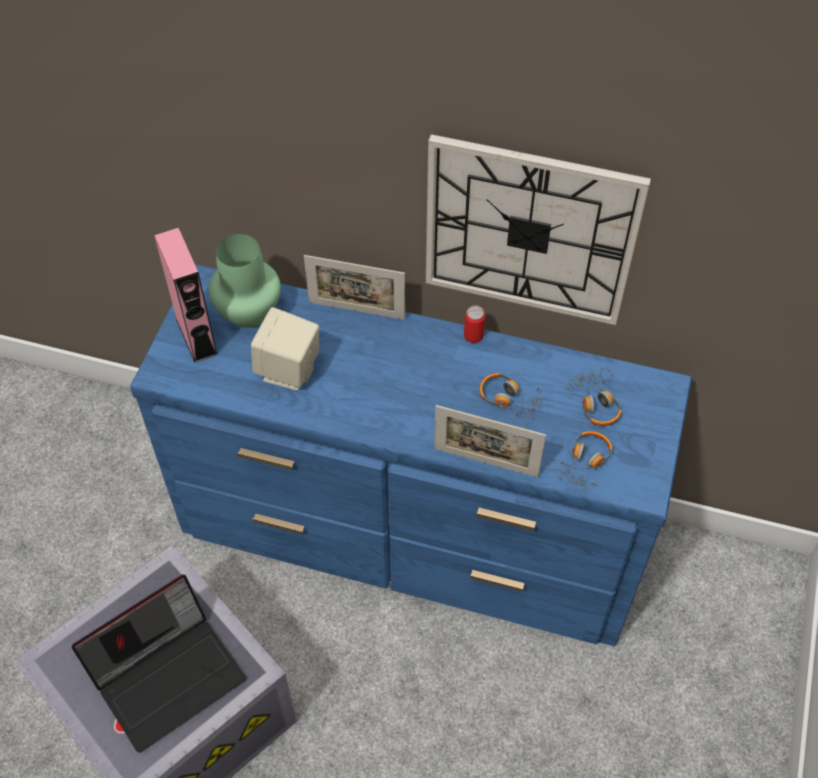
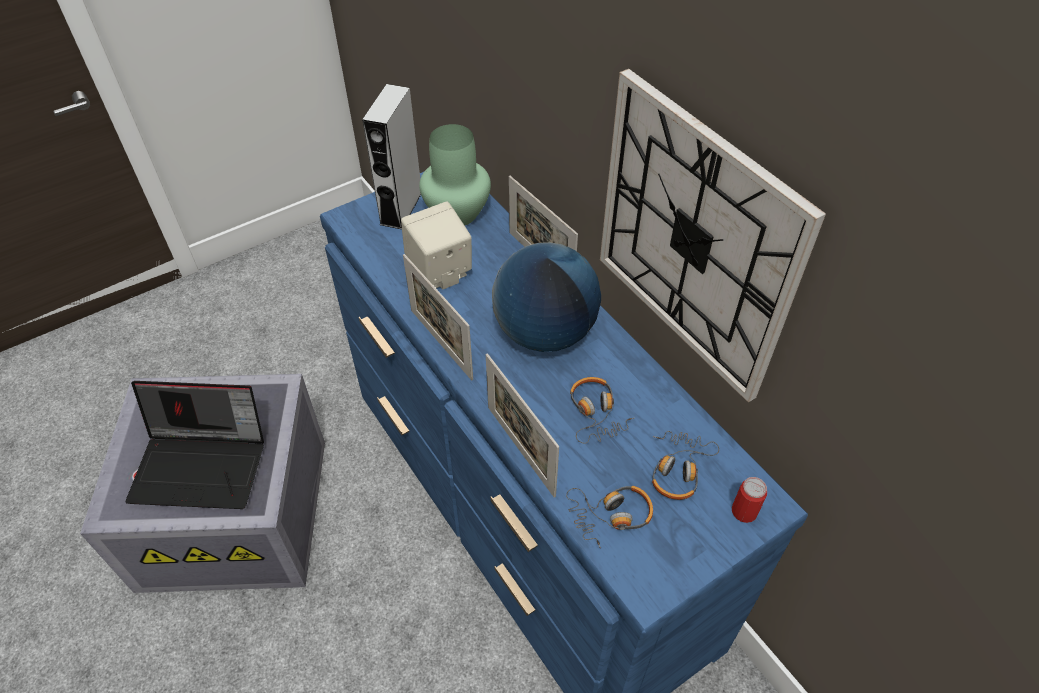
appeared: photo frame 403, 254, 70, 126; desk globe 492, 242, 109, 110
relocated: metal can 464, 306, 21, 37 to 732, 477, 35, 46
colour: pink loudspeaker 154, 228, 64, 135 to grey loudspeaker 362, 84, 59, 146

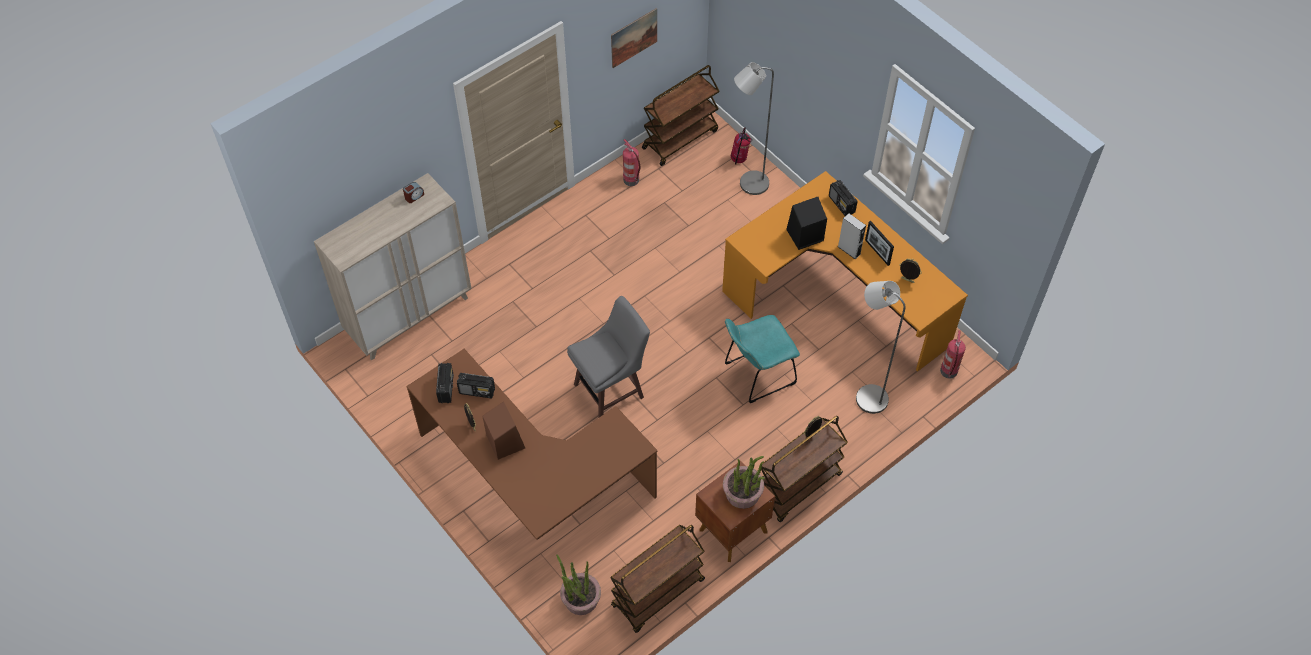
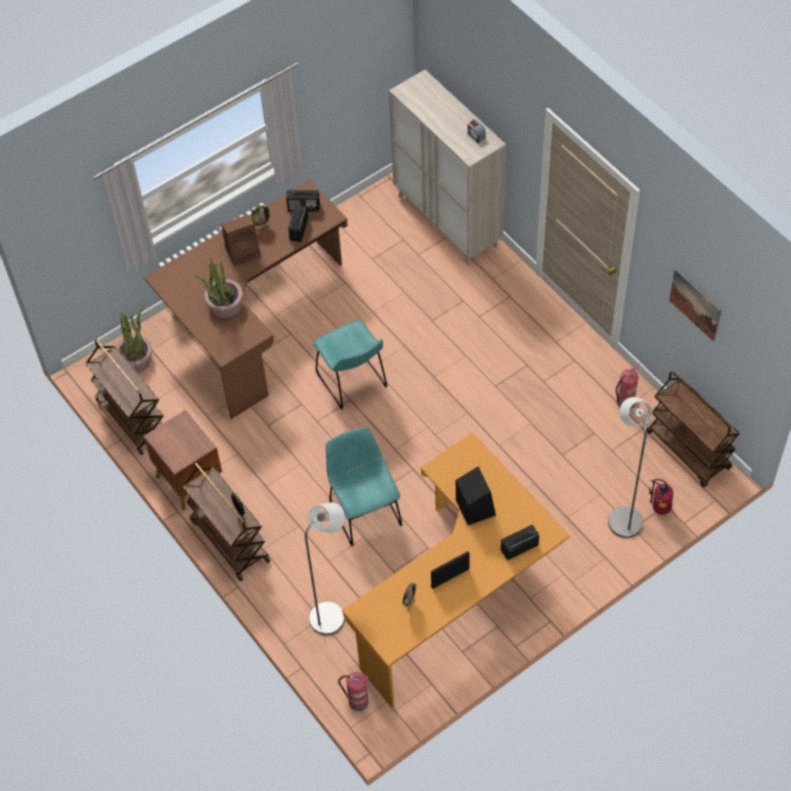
missing: grey loudspeaker 838, 213, 28, 46
relocated: potted plant 723, 456, 42, 53 to 195, 258, 48, 60
exchanged: grey stool 567, 296, 83, 121 to turquoise plain chair 313, 320, 74, 90

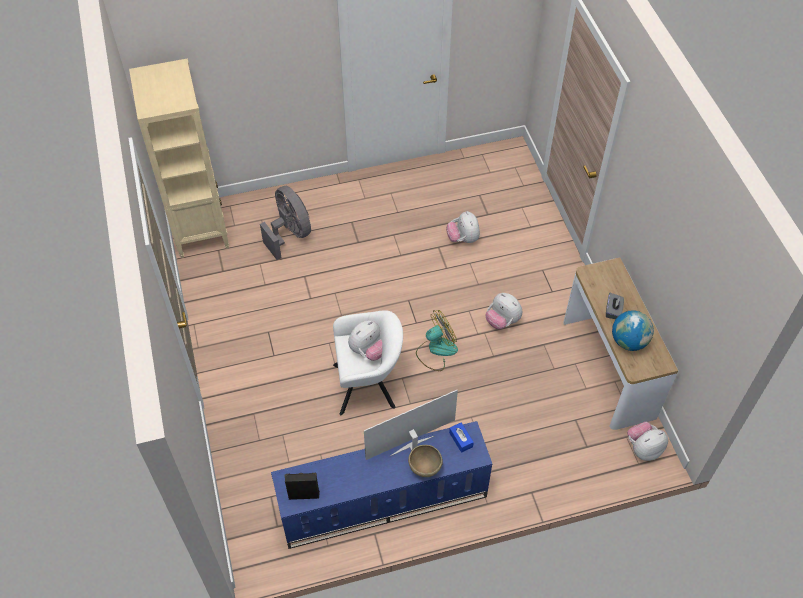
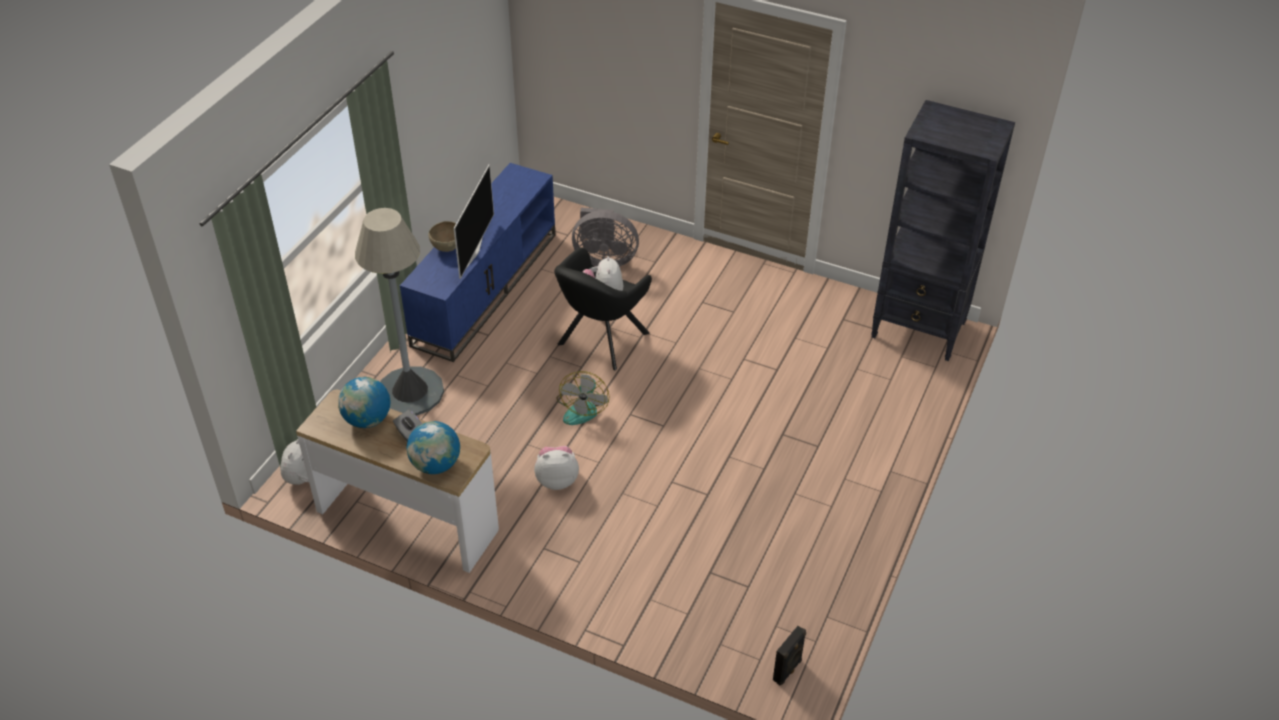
missing: plush toy 446, 211, 34, 32; bluish tissue holder 449, 423, 25, 30
appeared: grey standard lamp 355, 208, 89, 208; desk globe 407, 421, 53, 53
relocated: grey cooling fan 260, 186, 51, 74 to 572, 208, 67, 59; black loudspeaker 285, 473, 35, 27 to 773, 626, 33, 59
colour: whitish easy chair 333, 310, 70, 105 to black easy chair 554, 247, 98, 123; beige-coloured bookshelf 129, 58, 100, 200 to black bookshelf 871, 100, 144, 261

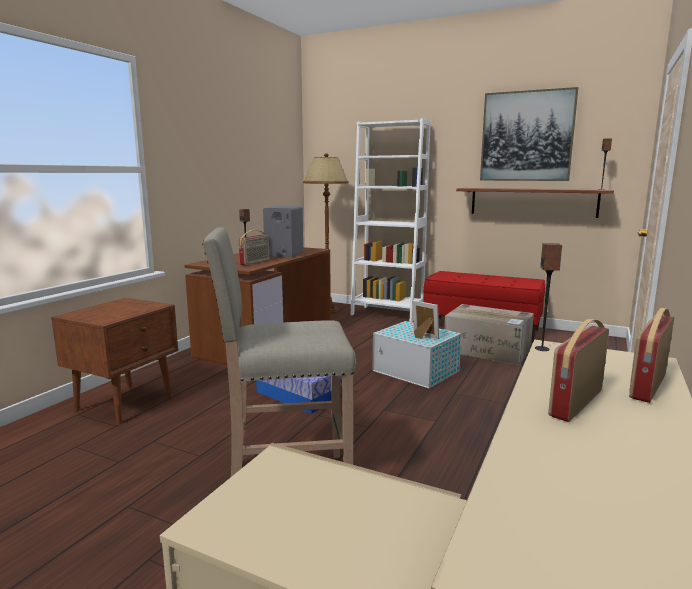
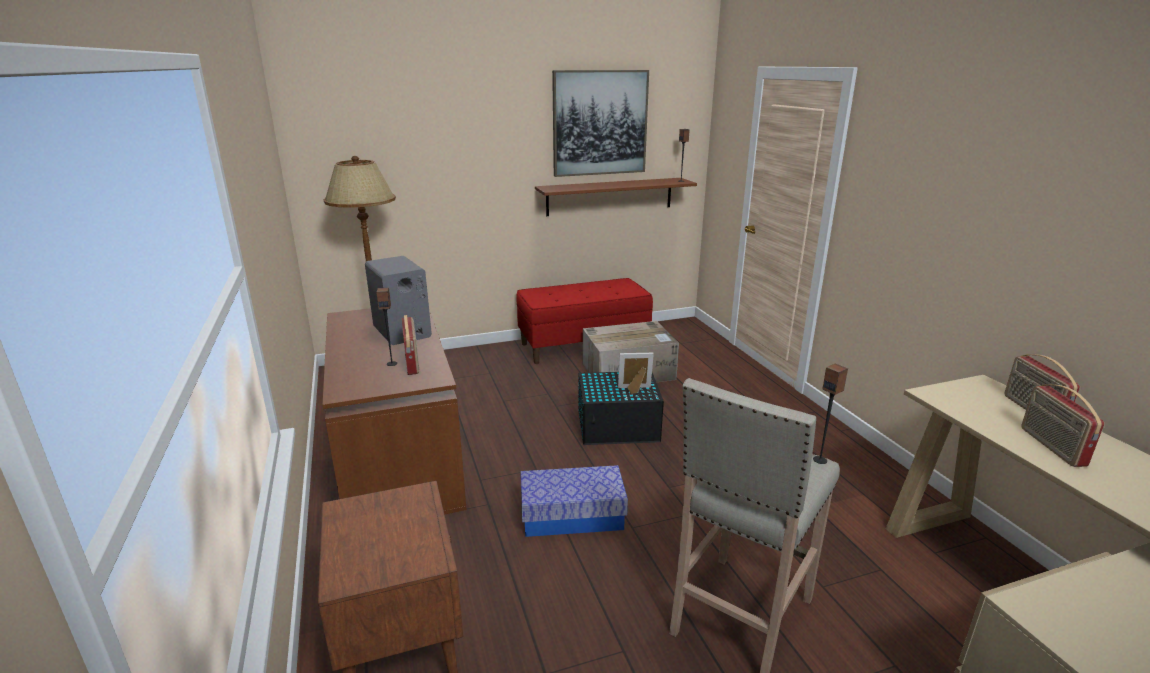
missing: whitish bookshelf 351, 118, 80, 204
relocated: loudspeaker 535, 243, 27, 108 to 813, 363, 35, 101
colour: whitish storage bin 373, 321, 88, 67 to black storage bin 578, 372, 86, 73

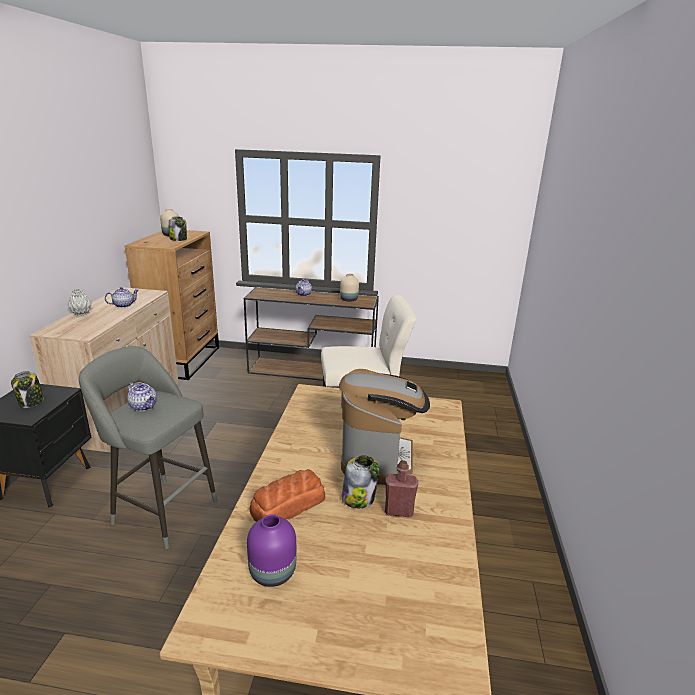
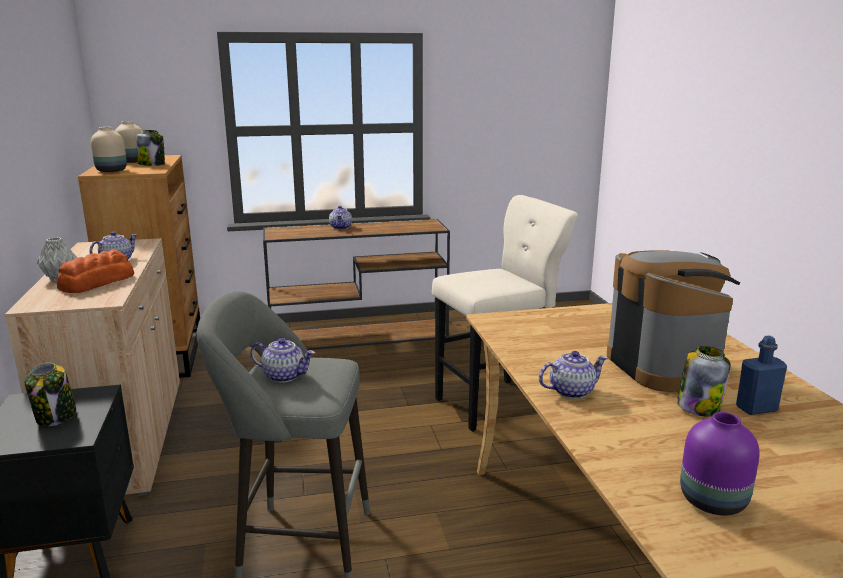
appeared: pot for tea 539, 351, 69, 48
relocated: baked bread 249, 469, 76, 53 to 57, 250, 77, 43; beige-coloured flower vase 340, 274, 19, 28 to 91, 127, 36, 45
colour: red-coloured drink bottle 385, 460, 33, 57 to bluish drink bottle 736, 336, 51, 79

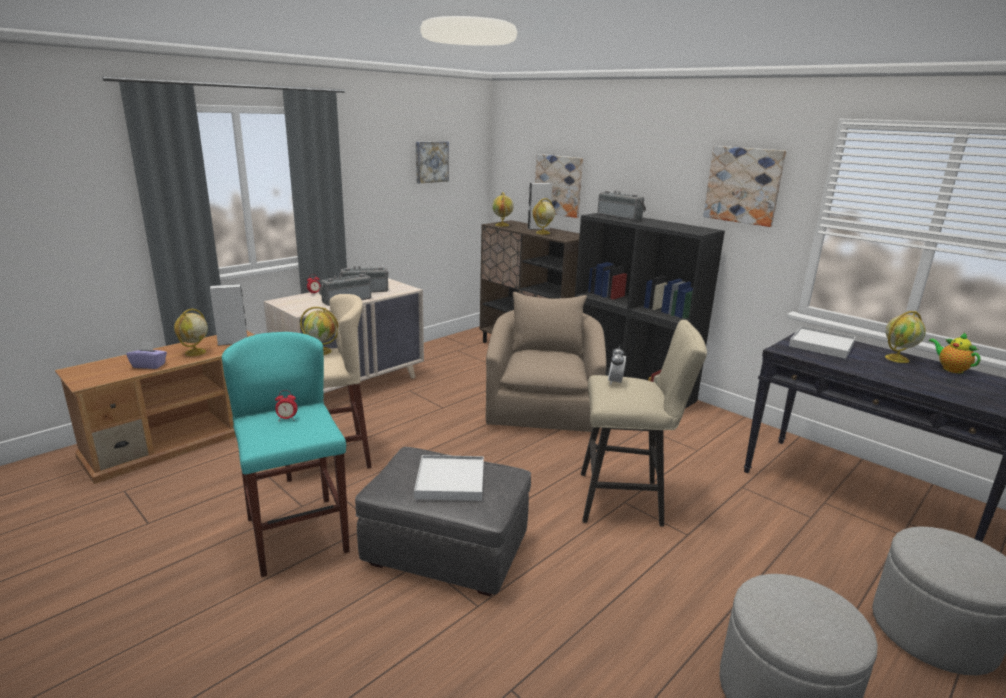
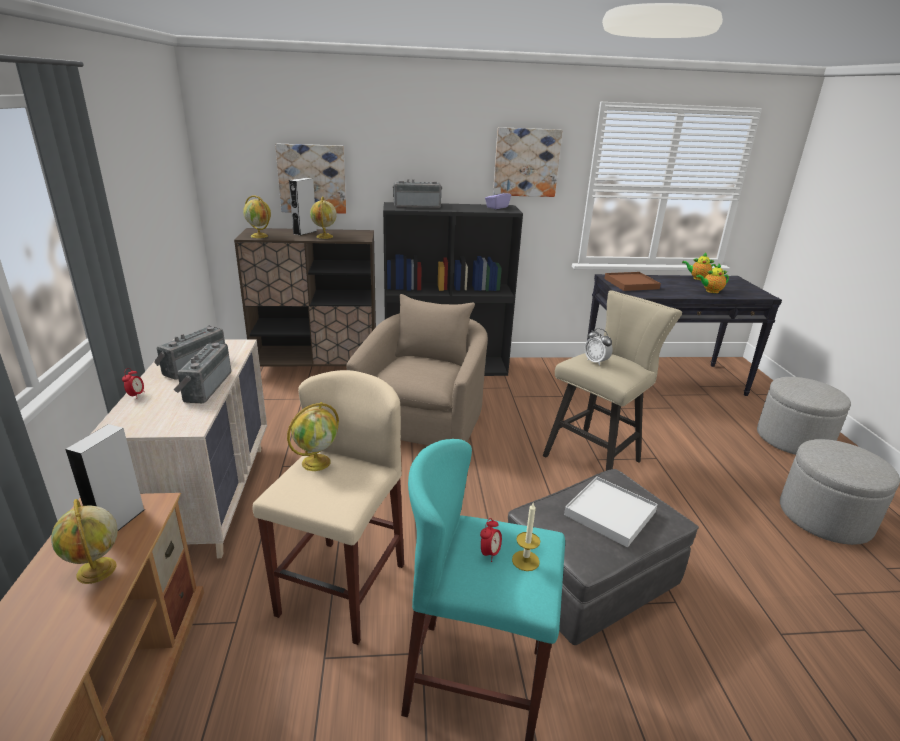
missing: wall art 416, 141, 33, 43; desk globe 885, 311, 41, 52
appeared: candle 512, 503, 28, 68; pot for tea 696, 264, 33, 29
relocated: purplish tissue holder 126, 342, 41, 27 to 485, 188, 26, 21
colour: whitish carrying tray 789, 326, 67, 33 to brown-coloured carrying tray 604, 272, 57, 19
spun: beige-coloured easy chair 486, 292, 121, 140 = 346, 294, 142, 152 60 degrees clockwise

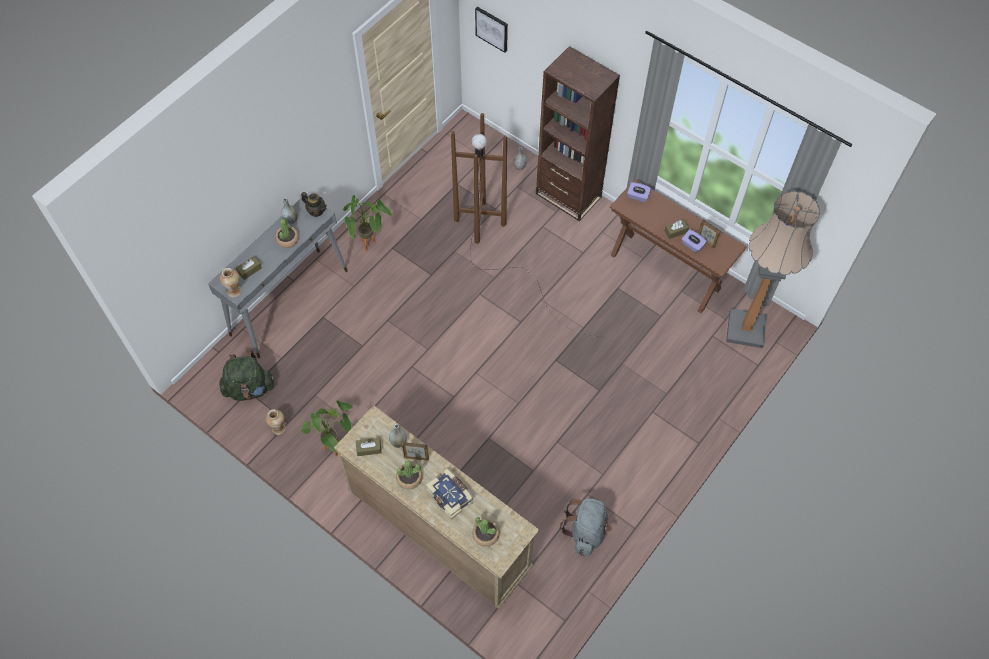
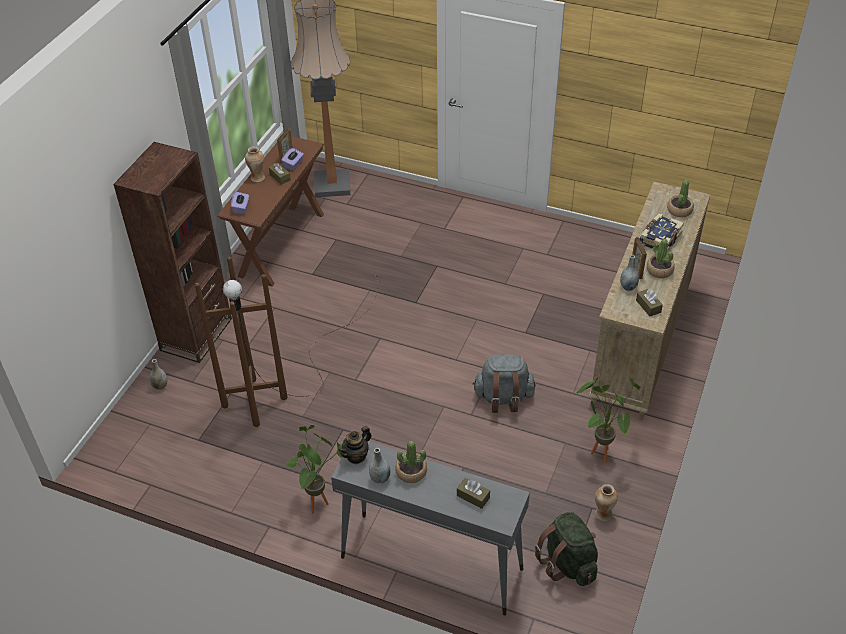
missing: wall art 475, 7, 33, 46
relocated: flower vase 220, 268, 22, 30 to 245, 146, 20, 36; grey knapsack 560, 498, 52, 58 to 472, 354, 64, 59
spun: pot for tea 301, 192, 26, 25 = 338, 426, 34, 38 150 degrees counterclockwise

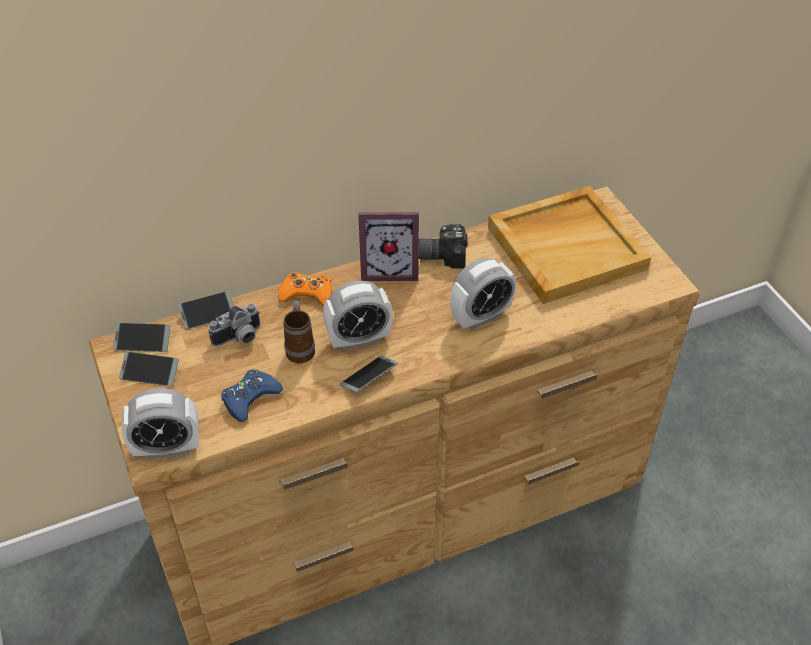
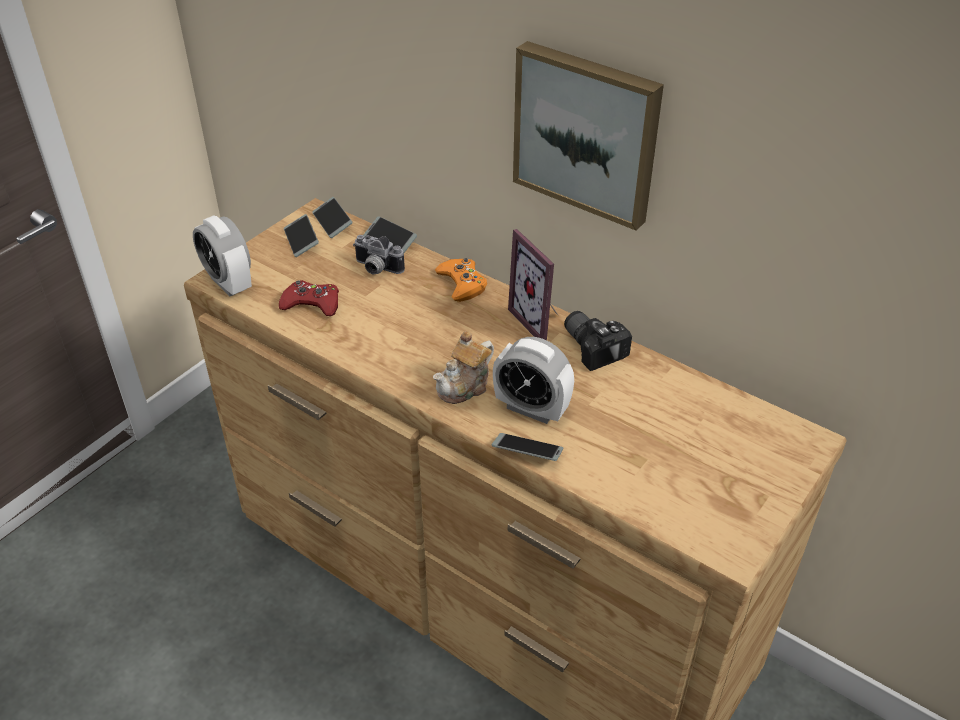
missing: mug 283, 300, 32, 63; bedside clock 323, 281, 70, 70; beige-coloured carrying tray 488, 186, 163, 118
appeared: pot for tea 433, 331, 61, 73; wall art 513, 41, 151, 189
relocated: phone 339, 356, 59, 37 to 492, 433, 71, 28
colour: bluish joypad 221, 370, 62, 52 to red-coloured joypad 279, 280, 60, 36

